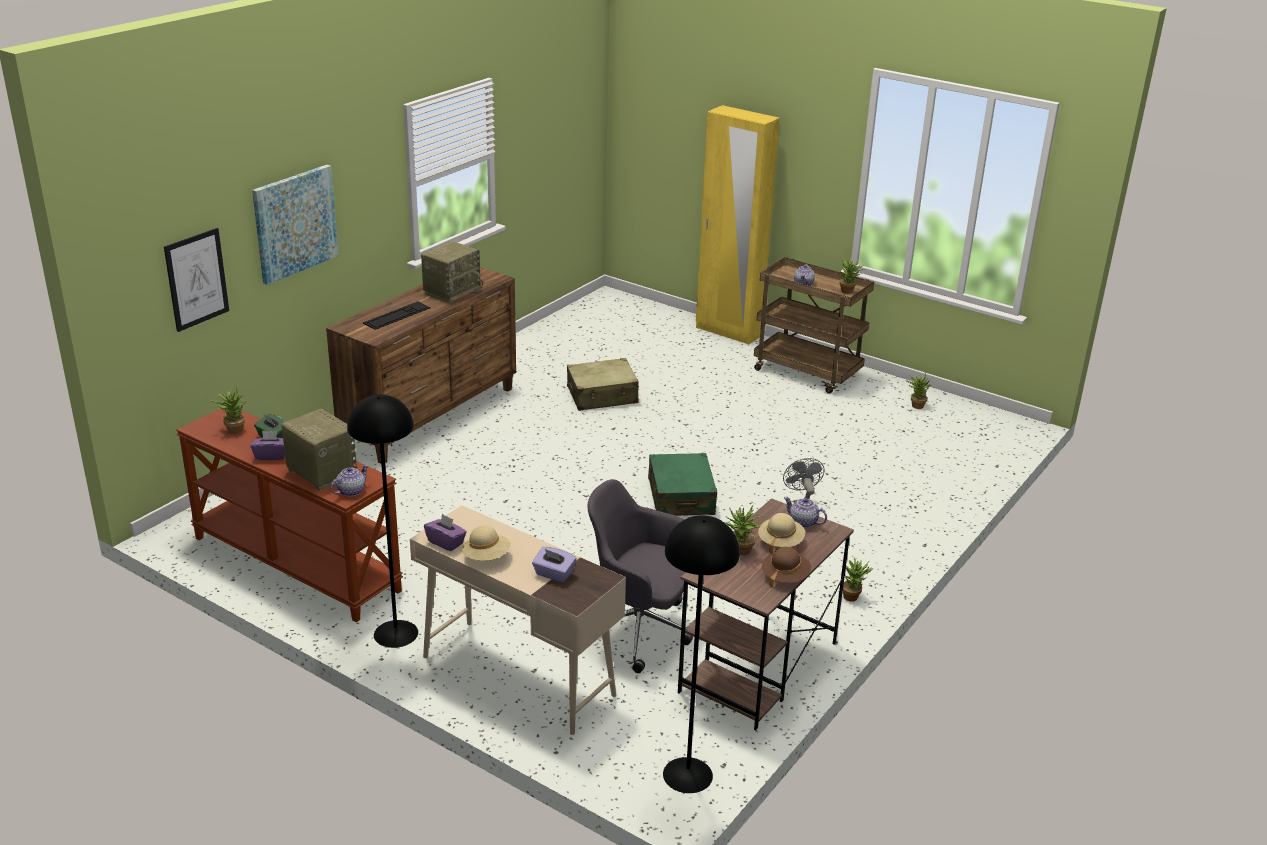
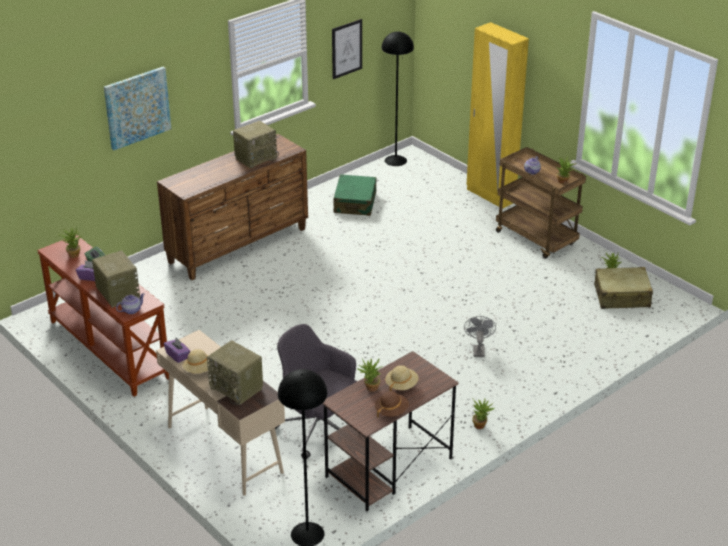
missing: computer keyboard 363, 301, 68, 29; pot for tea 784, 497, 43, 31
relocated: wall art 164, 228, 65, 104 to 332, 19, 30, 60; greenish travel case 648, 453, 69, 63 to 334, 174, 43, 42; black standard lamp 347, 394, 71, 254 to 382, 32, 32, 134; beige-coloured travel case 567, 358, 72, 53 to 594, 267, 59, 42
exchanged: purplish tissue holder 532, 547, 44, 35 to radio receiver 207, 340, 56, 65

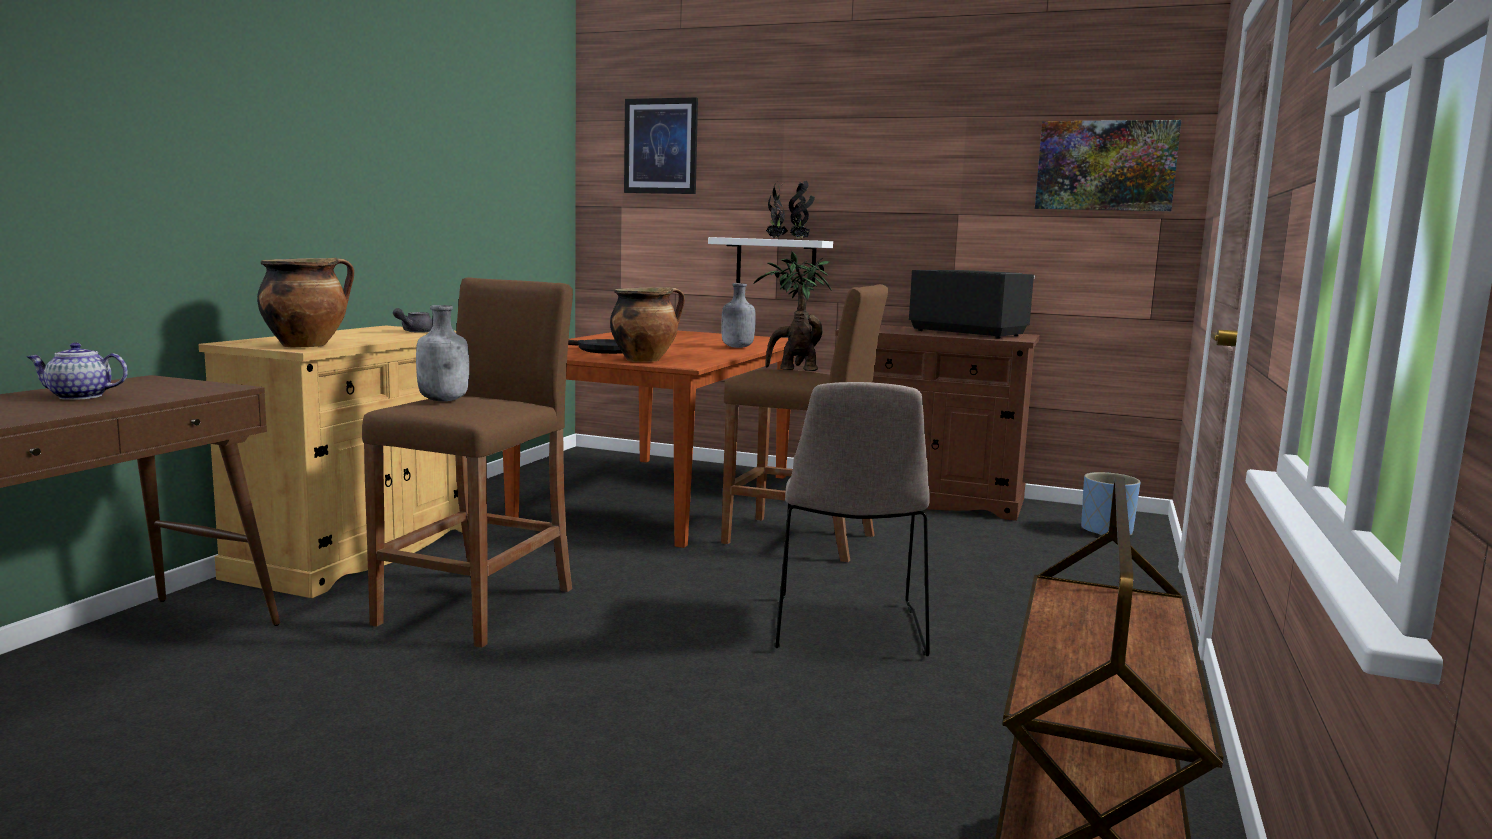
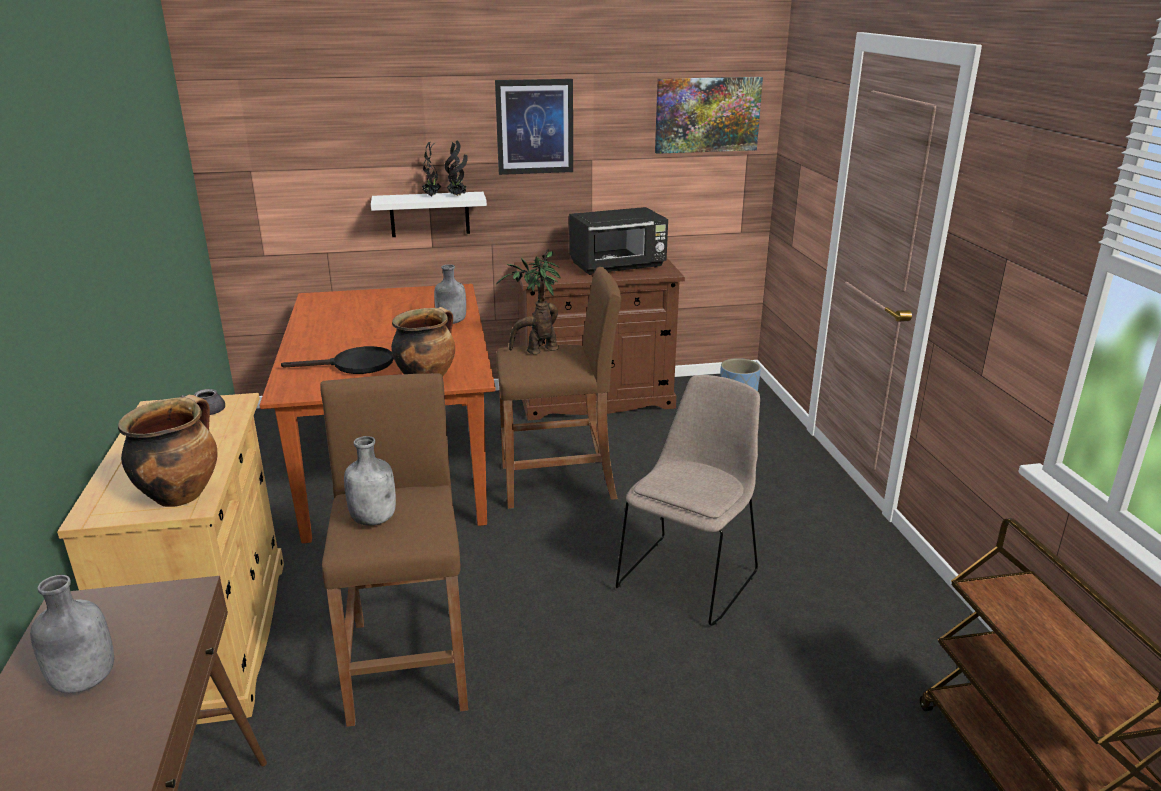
relocated: wall art 624, 97, 74, 97 to 495, 79, 78, 96
exchanged: pot for tea 27, 343, 101, 57 to grey drink bottle 30, 575, 84, 118
spun: black microwave oven 909, 270, 126, 69 = 569, 207, 99, 68 150 degrees clockwise; beige-coloured plain chair 774, 382, 156, 275 = 616, 375, 144, 251 120 degrees counterclockwise

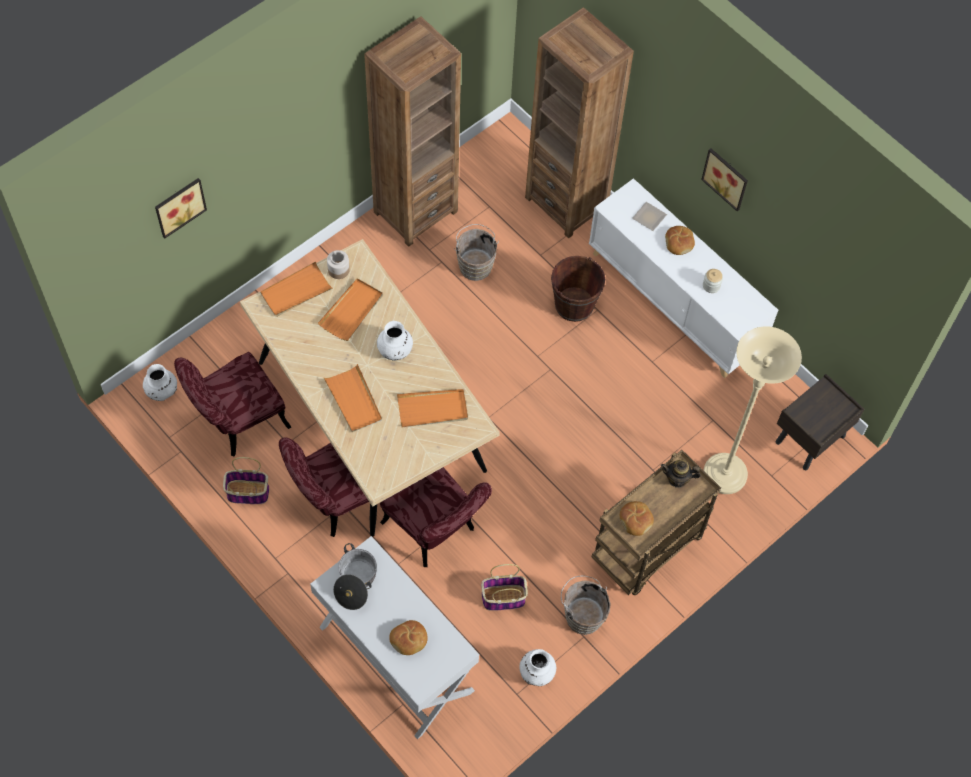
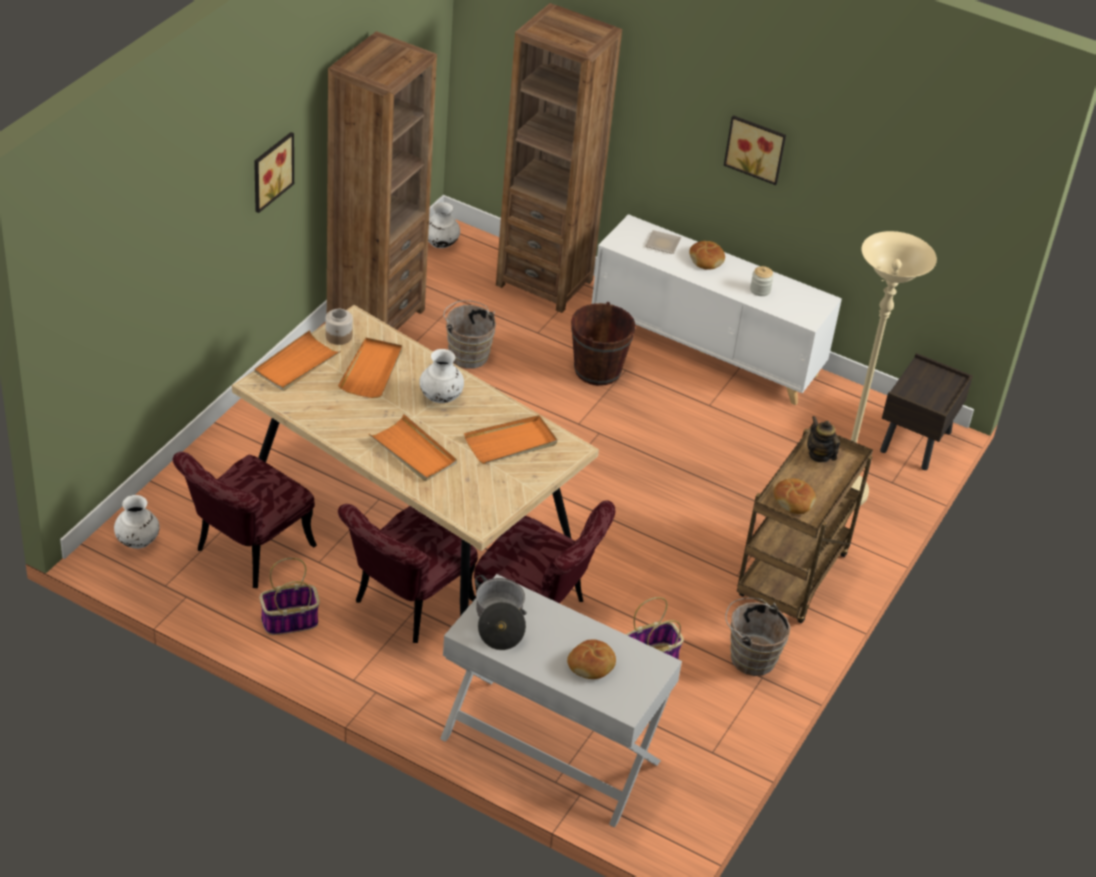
relocated: wall art 155, 178, 52, 60 to 254, 132, 40, 81; whitish flower vase 519, 649, 37, 37 to 428, 202, 32, 46
spun: pot for tea 661, 460, 40, 28 = 807, 416, 33, 47 75 degrees clockwise

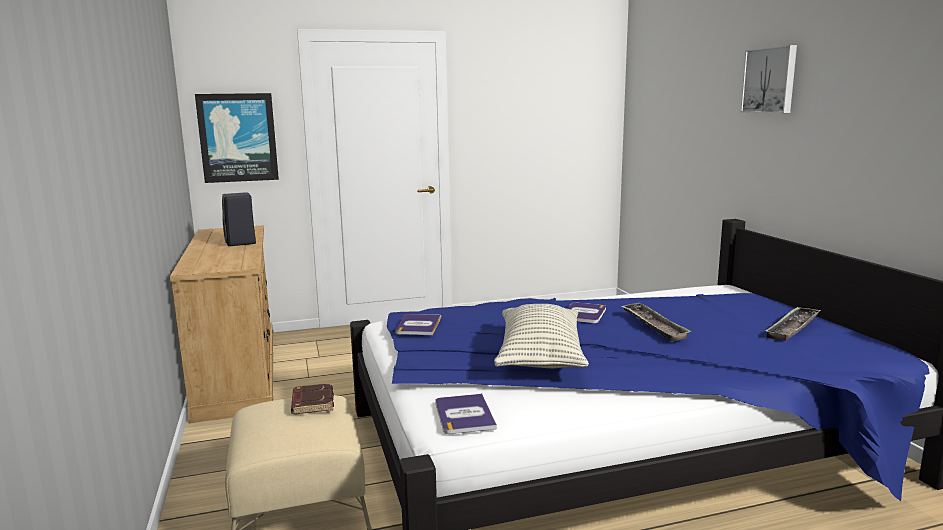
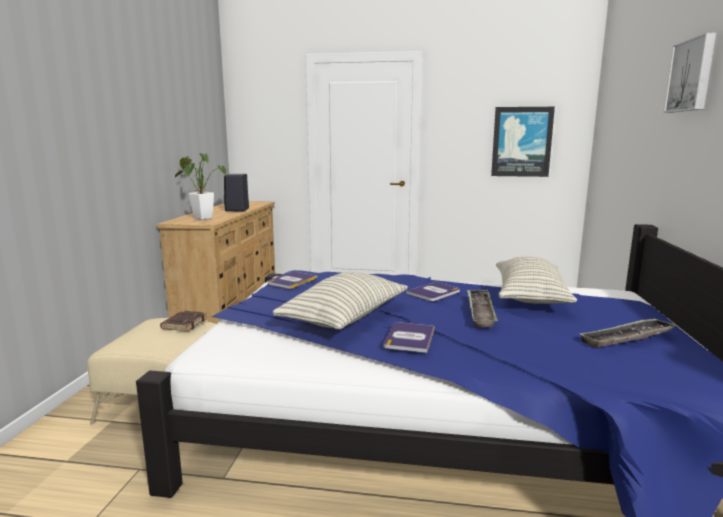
appeared: potted plant 175, 153, 51, 67; pillow 496, 257, 81, 47
relocated: bound book 435, 394, 62, 40 to 383, 322, 51, 31; wall art 195, 93, 84, 90 to 491, 107, 64, 70

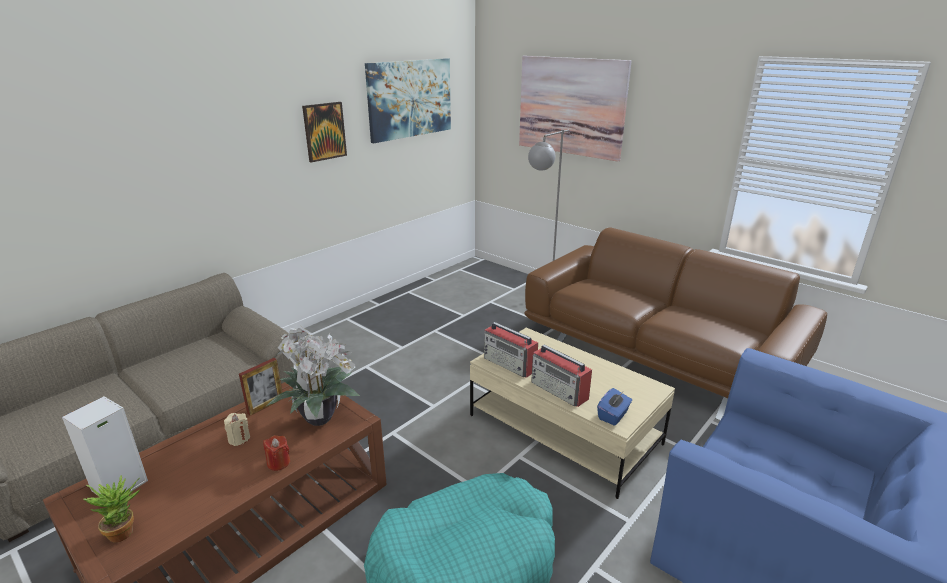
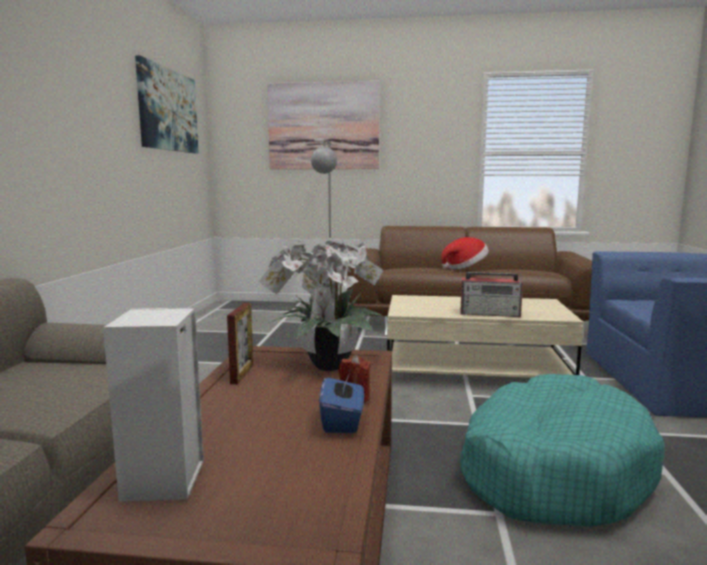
missing: potted plant 83, 475, 58, 68; beige-coloured candle 224, 413, 26, 33; wall art 302, 102, 45, 60; radio receiver 484, 322, 54, 56
appeared: wearable hat 441, 237, 48, 33
relocated: bluish tissue holder 597, 388, 35, 38 to 319, 370, 45, 63

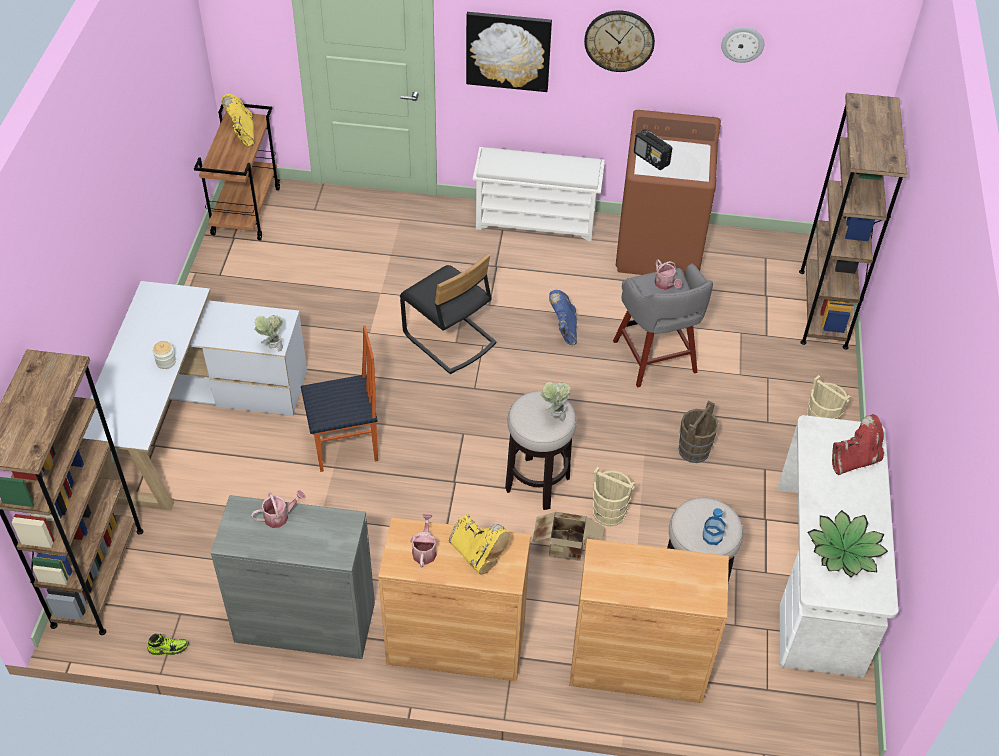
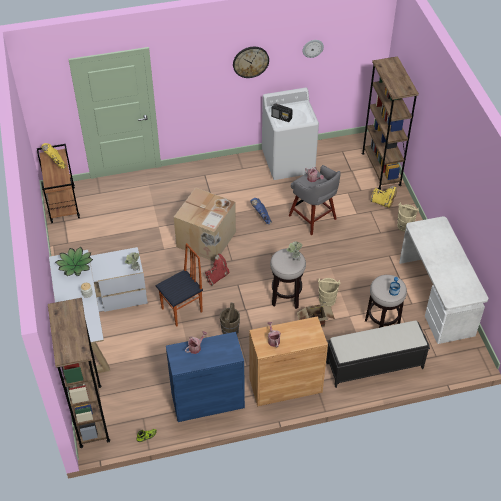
missing: wall art 466, 12, 86, 80; whitish shoe stand 473, 147, 132, 95
relocated: potted plant 808, 510, 80, 67 to 55, 247, 38, 29; red-coloured boot 832, 414, 52, 61 to 205, 254, 24, 32; brown-coloured pail 678, 400, 41, 63 to 220, 302, 20, 32; yellowish boot 449, 514, 60, 61 to 371, 186, 26, 22
exchanged: black plain chair 400, 254, 97, 120 to cardboard box 174, 187, 62, 75; brown-coloured cupboard 569, 539, 160, 164 to black indoor bench 326, 321, 104, 67
colour: grey cupboard 211, 495, 164, 164 to bluish cupboard 166, 332, 79, 90; brown-coloured laundry machine 616, 110, 105, 165 to whitish laundry machine 262, 88, 57, 92

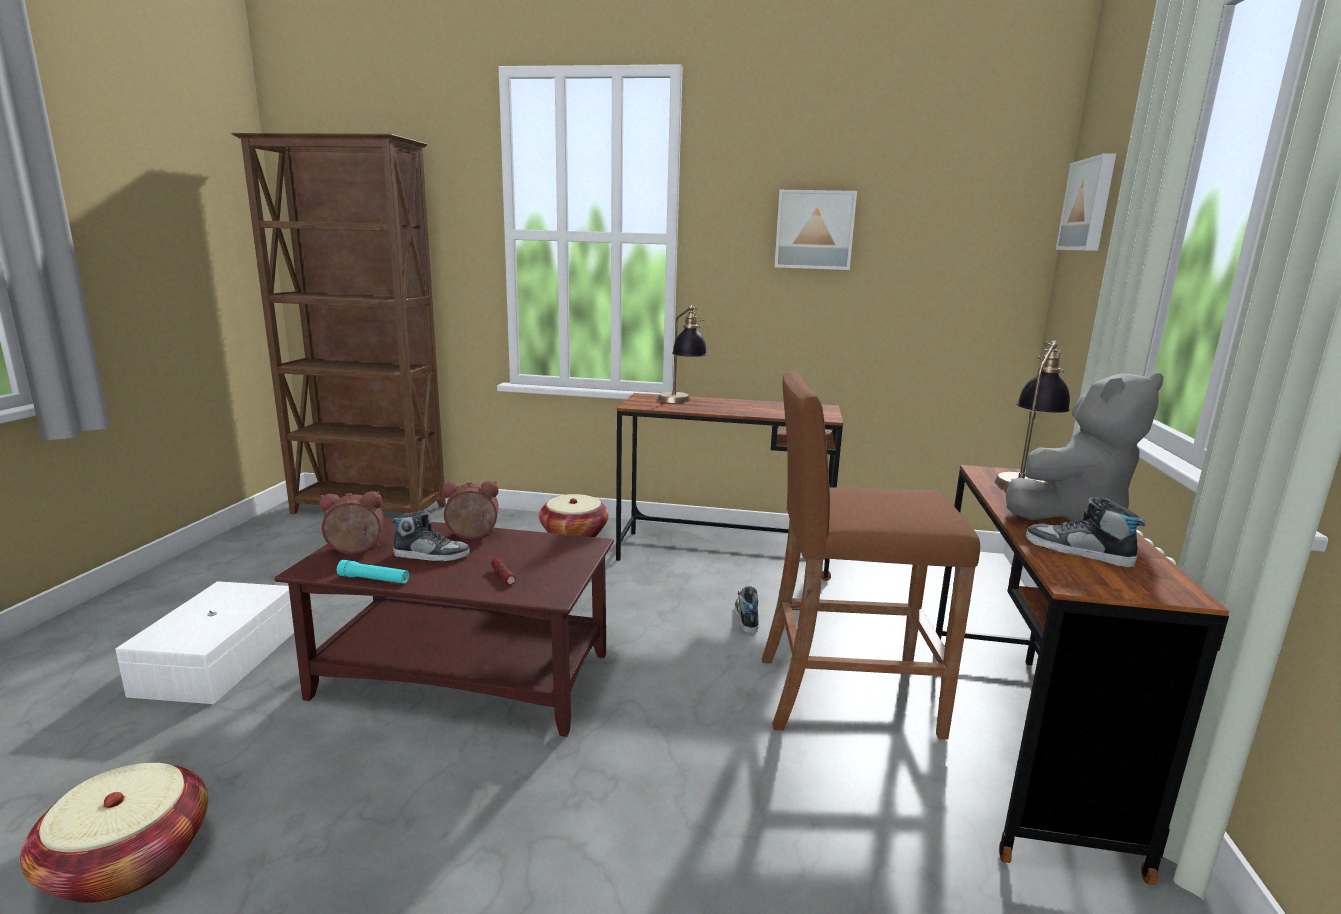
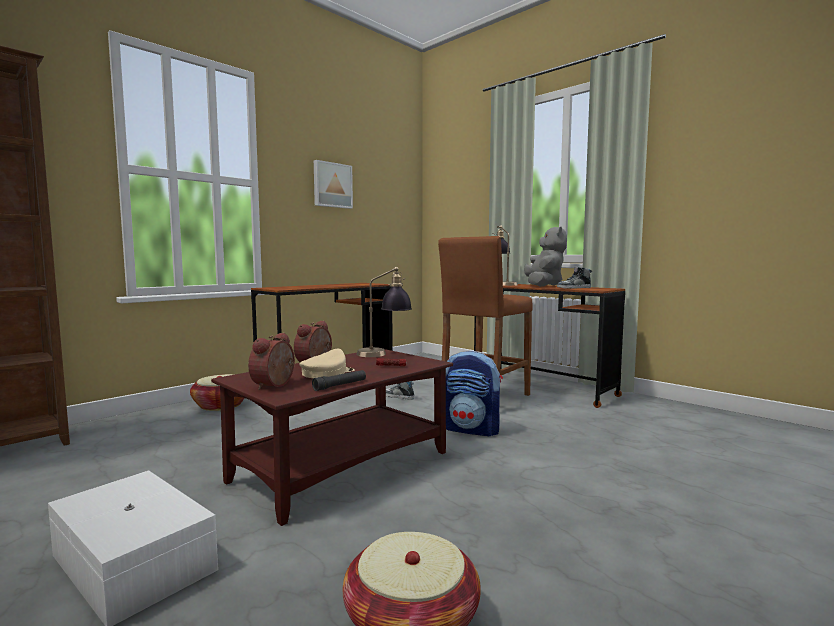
missing: wall art 1056, 153, 60, 98
appeared: knapsack 446, 351, 57, 86
relocated: lamp for a table 658, 305, 49, 98 to 357, 267, 55, 90
exchanged: low shoe 392, 511, 78, 50 to beige-coloured peaked cap 299, 349, 56, 29
colour: turquoise hand torch 337, 560, 72, 24 to black hand torch 312, 370, 54, 21

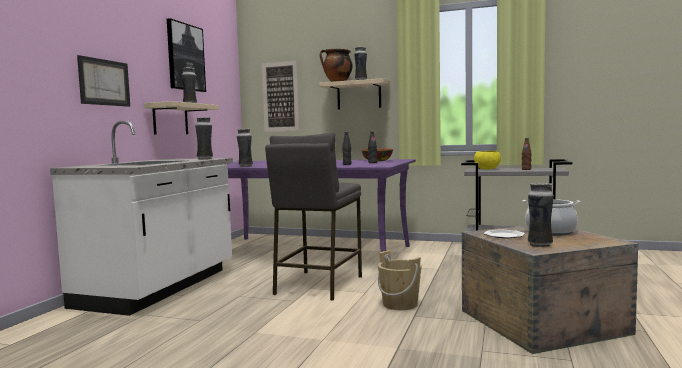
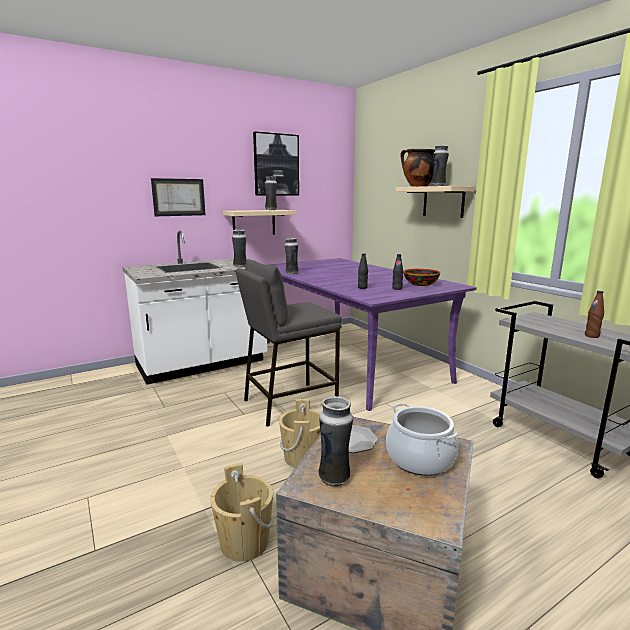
missing: wall art 262, 61, 37, 71; yellowish serving bowl 474, 151, 27, 19
appeared: beige-coloured pail 210, 463, 64, 99

